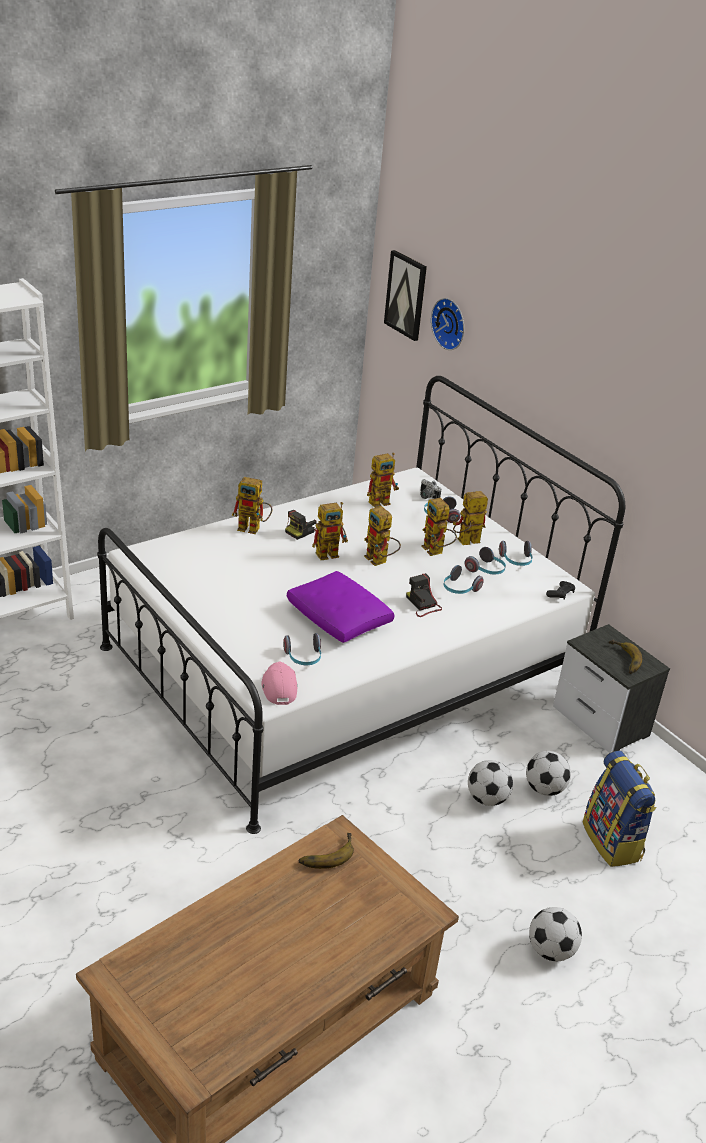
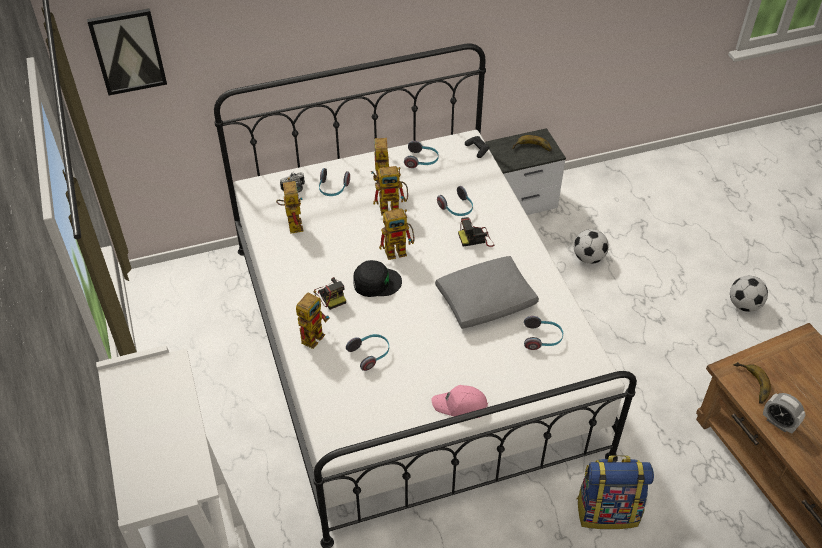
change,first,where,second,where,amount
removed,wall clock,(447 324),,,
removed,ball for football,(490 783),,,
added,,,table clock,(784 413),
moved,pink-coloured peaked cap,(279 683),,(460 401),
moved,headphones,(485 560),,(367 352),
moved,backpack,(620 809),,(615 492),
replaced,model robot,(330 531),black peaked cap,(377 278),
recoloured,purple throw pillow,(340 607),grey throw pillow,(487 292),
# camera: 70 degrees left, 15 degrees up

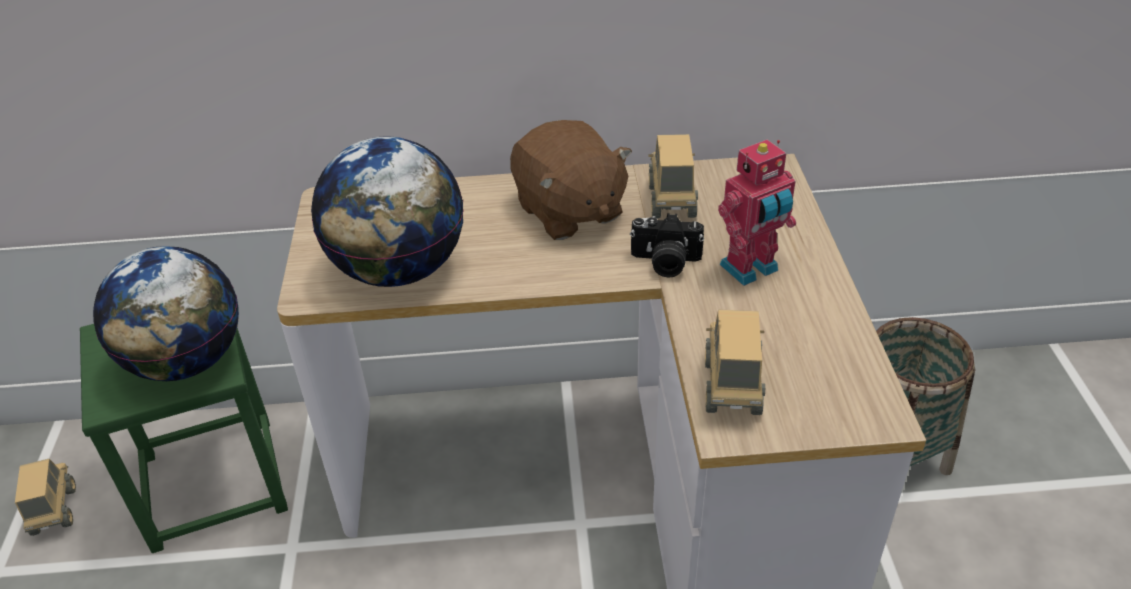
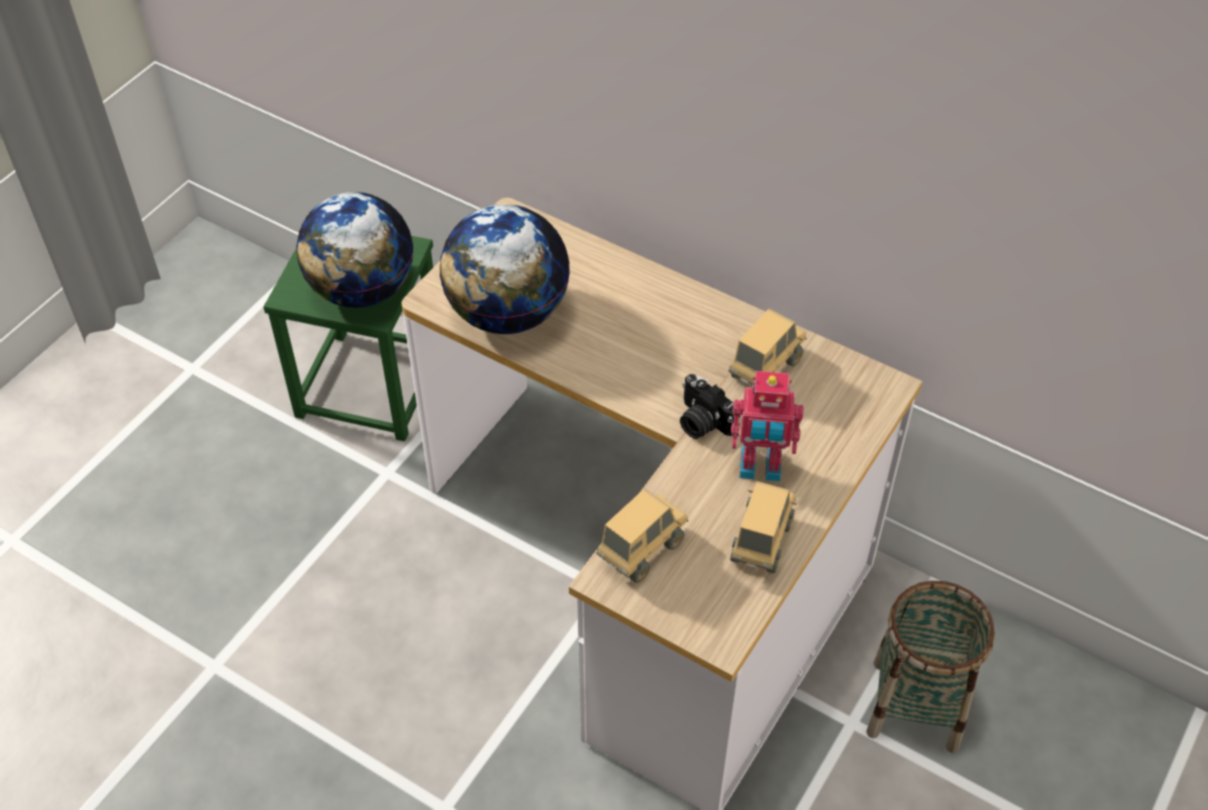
change,first,where,second,where,amount
removed,brown-coloured plush toy,(571 180),,,
moved,model truck,(45 497),,(763 527),
# camera: 35 degrees right, 10 degrees up

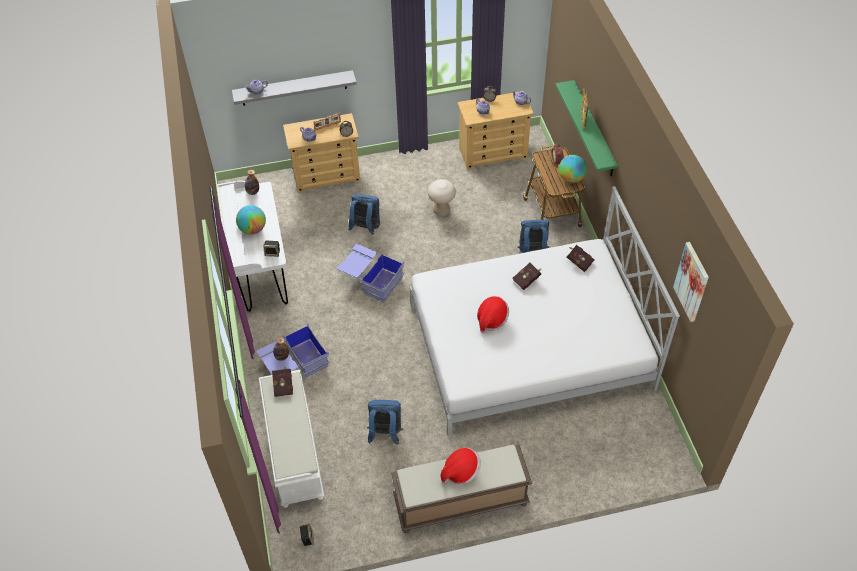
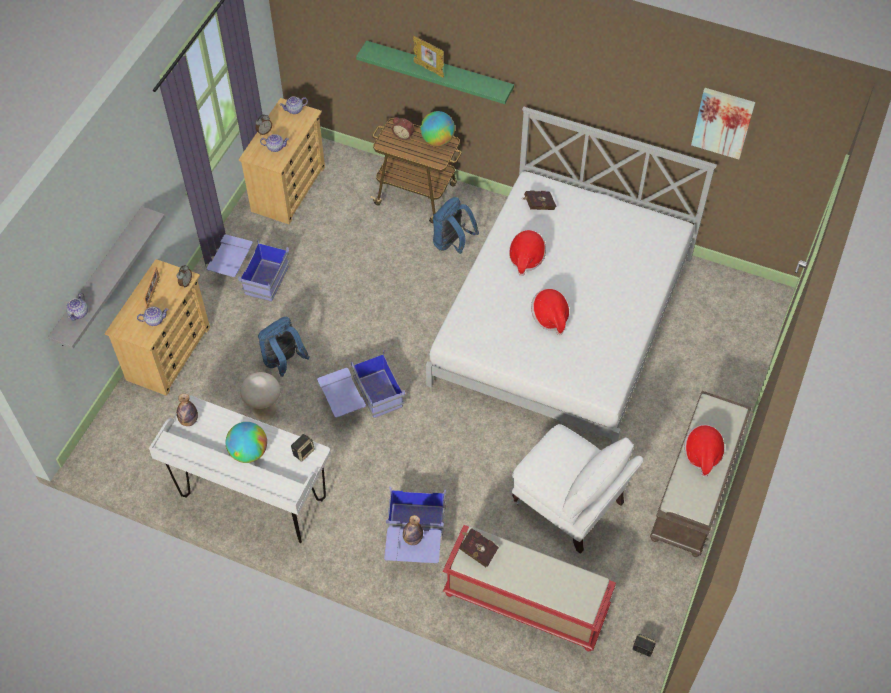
change,first,where,second,where,amount
added,,,blue storage box,(248 268),
moved,beige-coloured sitting stool,(442 197),,(260 396),
replaced,blue backpack,(385 422),white-coloured easy chair,(577 489),
replaced,reddish bound book,(526 276),clothing hat,(527 253),
recoloured,white-coloured indoor bench,(291 439),reddish indoor bench,(529 588),
# camera: 55 degrees left, 5 degrees up

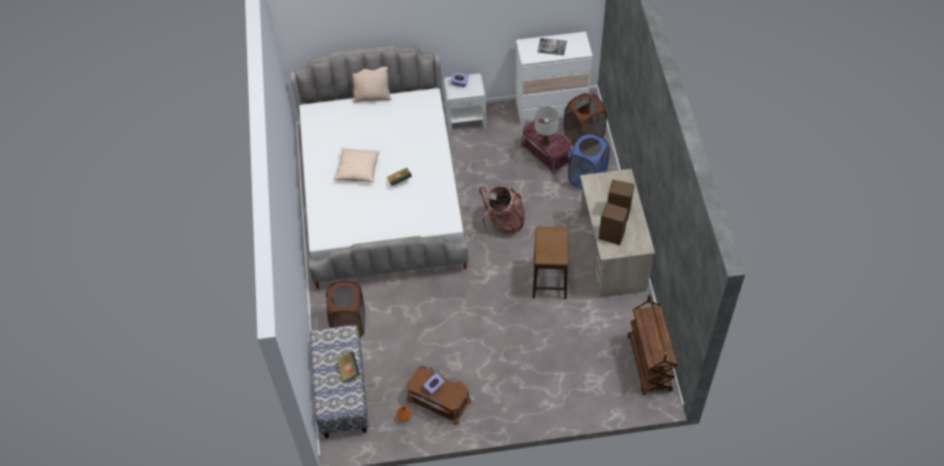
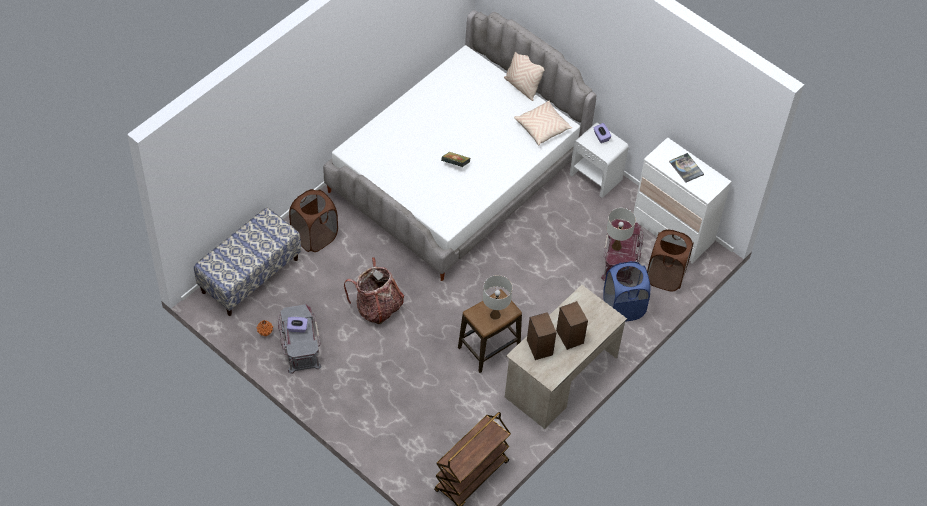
change,first,where,second,where,amount
removed,bound book,(348 367),,,
added,,,white-coloured table lamp,(497 297),
moved,beige-coloured throw pillow,(357 164),,(543 123),
moved,backpack,(502 210),,(374 290),
recoloured,brown-coloured storage box,(439 395),grey storage box,(299 339),
# camera: 45 degrees right, 0 degrees up

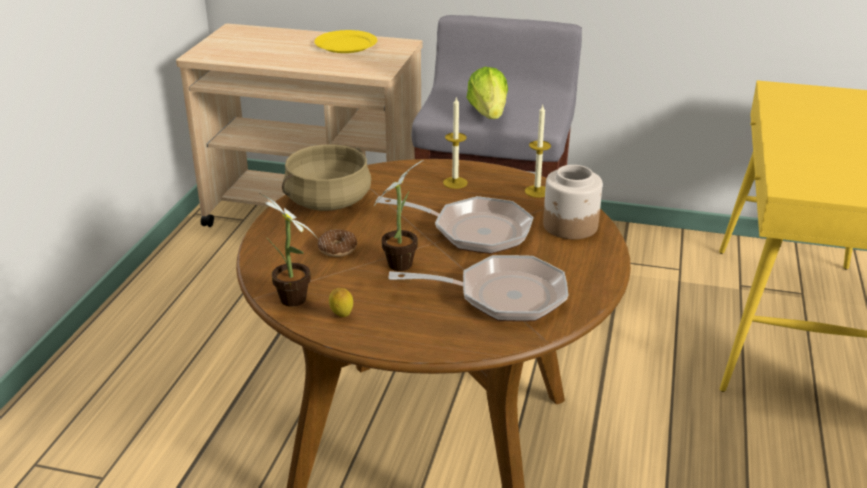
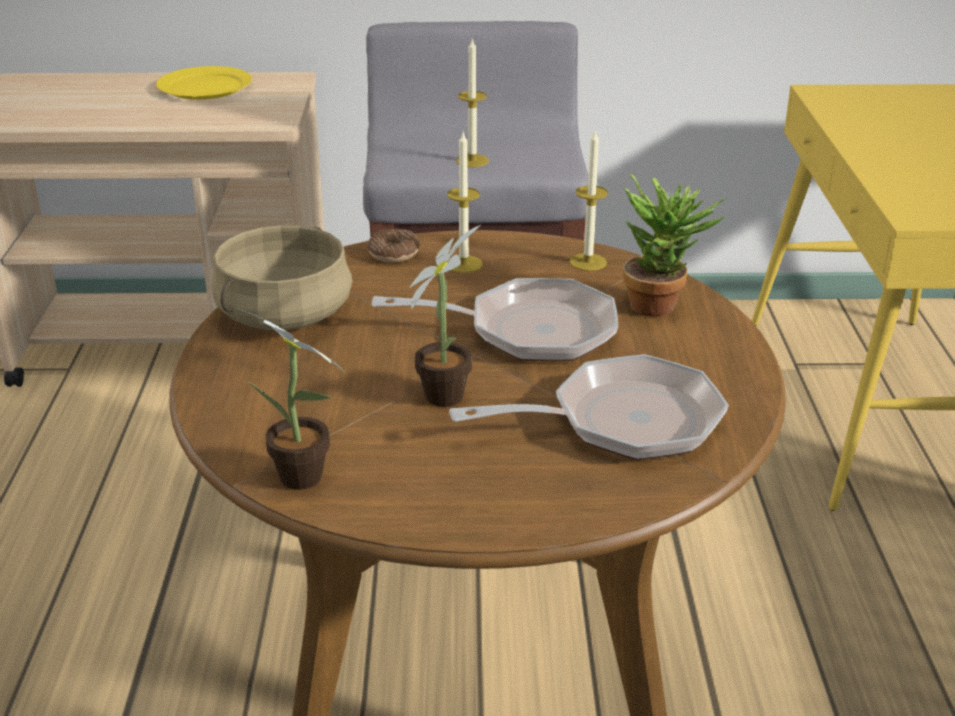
change,first,where,second,where,amount
removed,whole lemon,(341 302),,,
moved,donut,(337 243),,(393 245),
replaced,lettuce,(487 93),candle,(472 103),
replaced,preserve jar,(573 202),plant in a pot,(674 245),
# camera: 15 degrees left, 0 degrees up

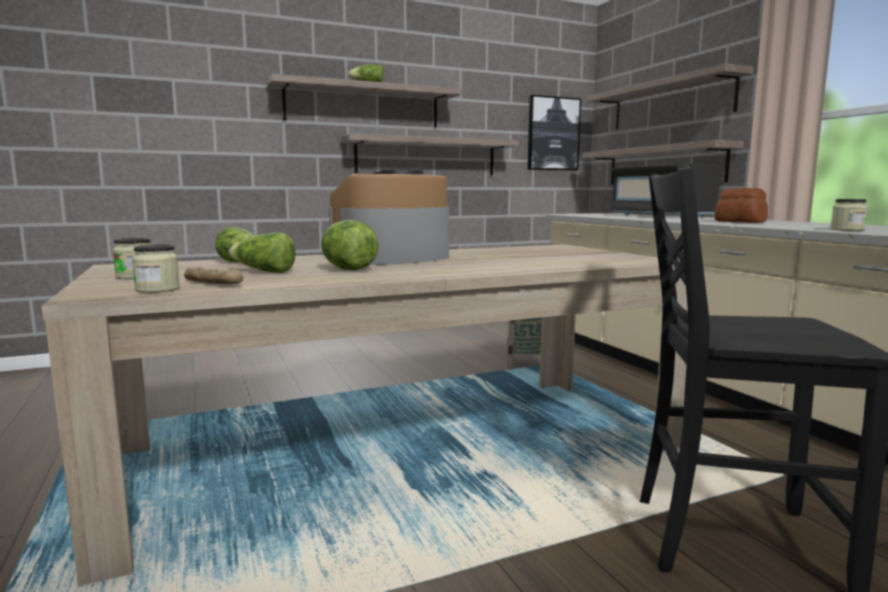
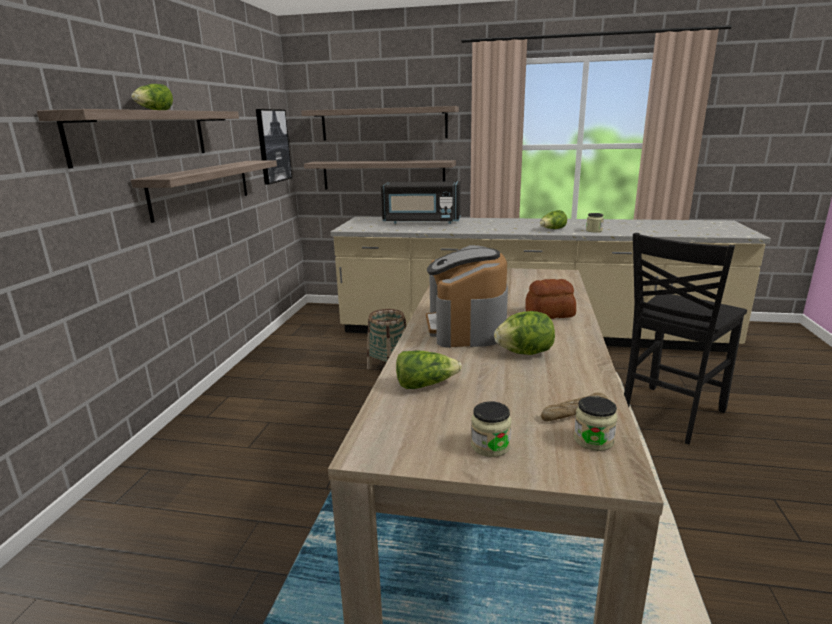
change,first,where,second,where,amount
moved,lettuce,(262 253),,(553 219),
moved,bakery bread,(741 205),,(550 299),
# camera: 55 degrees left, 10 degrees up

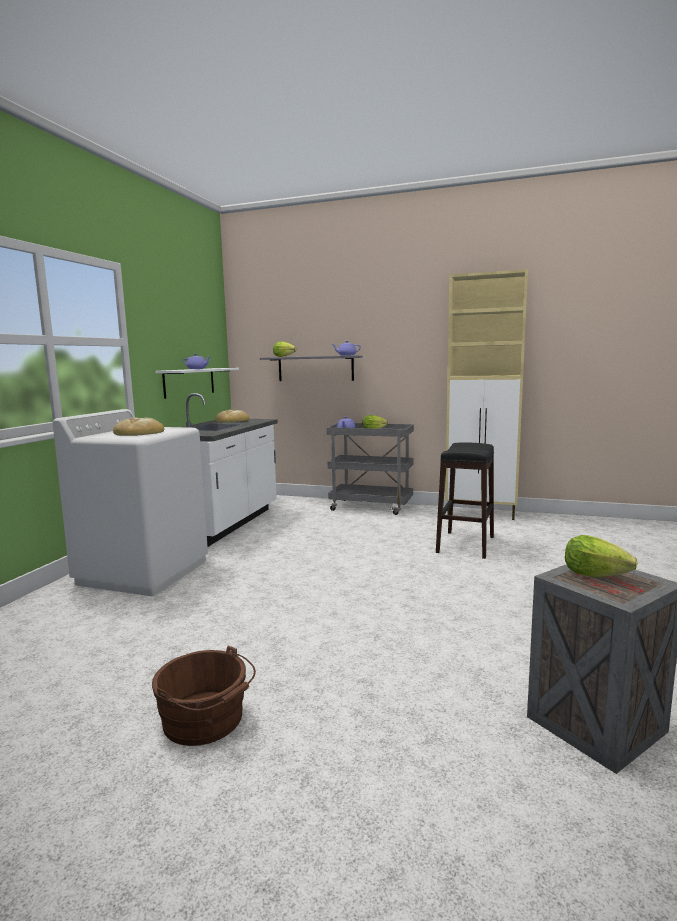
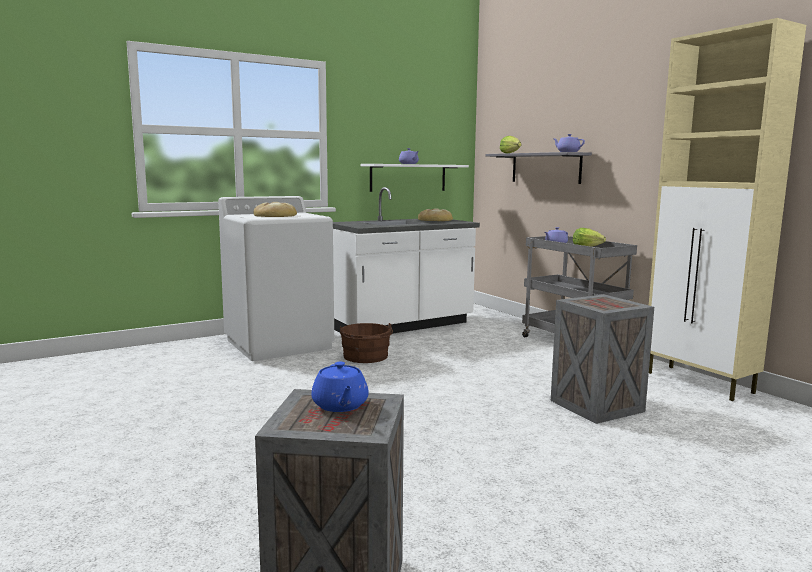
change,first,where,second,where,amount
moved,brown-coloured water bucket,(204 695),,(366 343),
replaced,black sitting stool,(465 500),packing crate,(602 359),
replaced,lettuce,(601 556),blue teapot,(340 387),
# camera: 40 degrees right, 0 degrees up

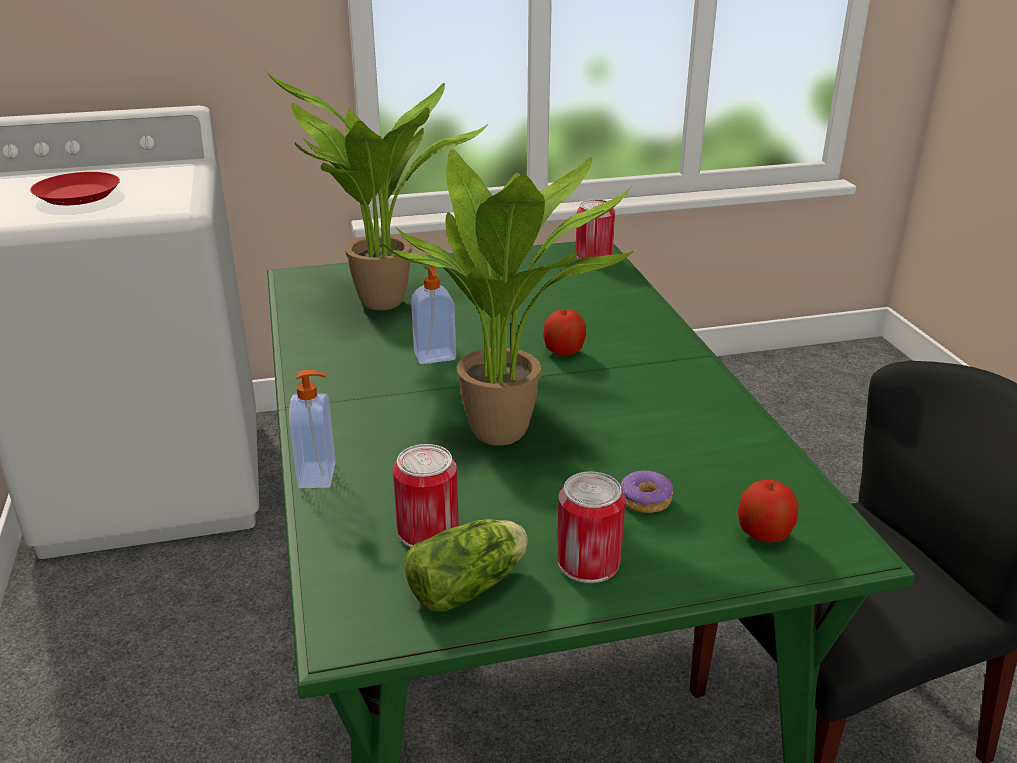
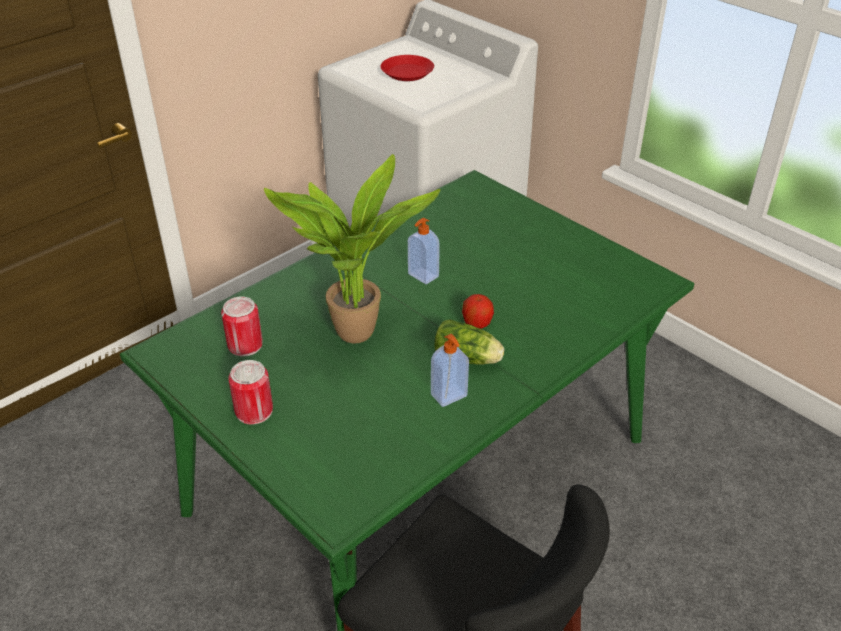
change,first,where,second,where,amount
removed,plant in a pot,(376 190),,,
removed,sealed can,(595 229),,,
removed,donut,(646 491),,,
removed,apple fruit,(768 510),,,
moved,soap bottle,(312 429),,(450 370),
moved,lettuce,(466 565),,(469 342),
# camera: 60 degrees right, 10 degrees up

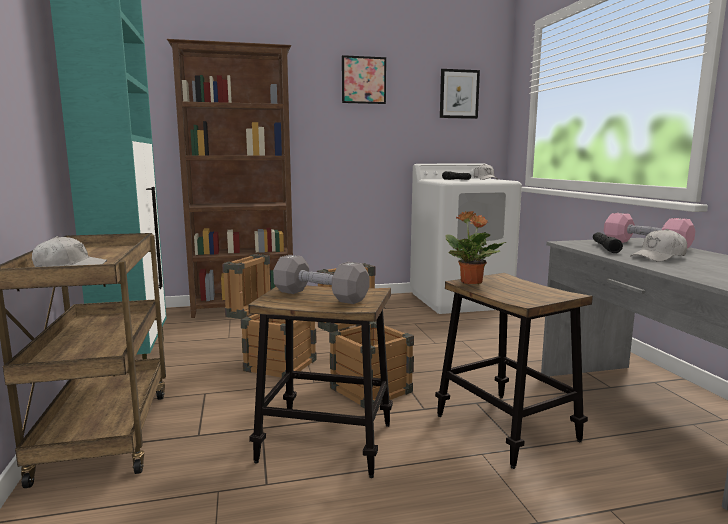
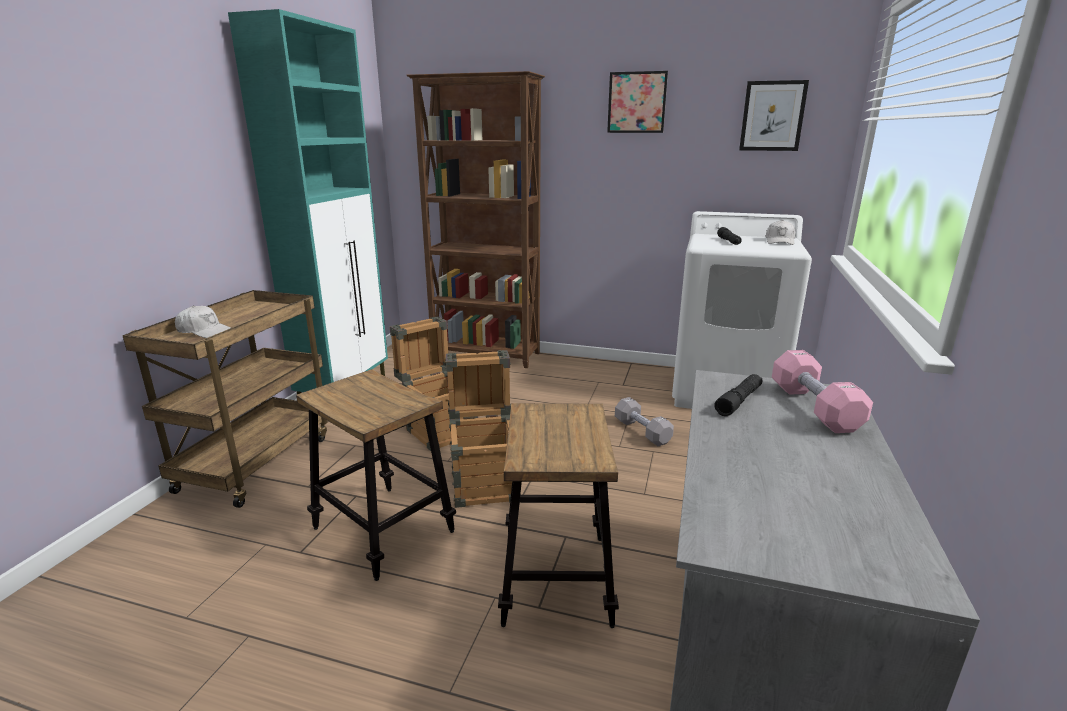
change,first,where,second,where,amount
removed,plant in a pot,(476 247),,,
removed,white-coloured peaked cap,(658 245),,,
moved,grey dumbbell,(321 279),,(644 421),
# camera: 30 degrees right, 10 degrees up

